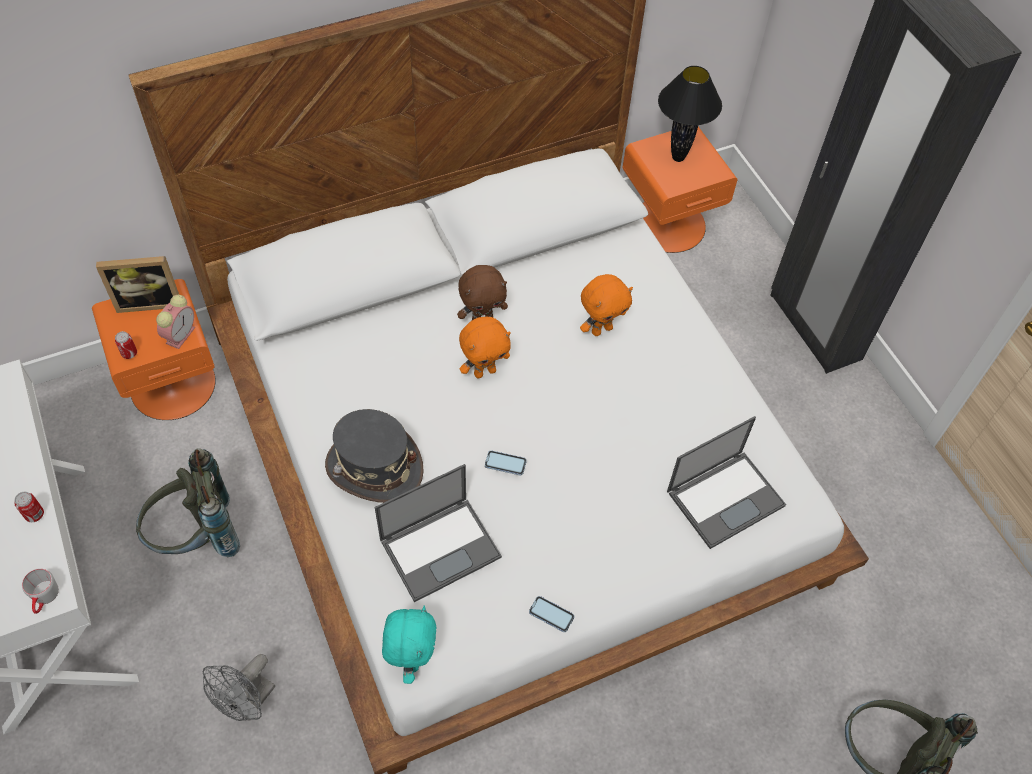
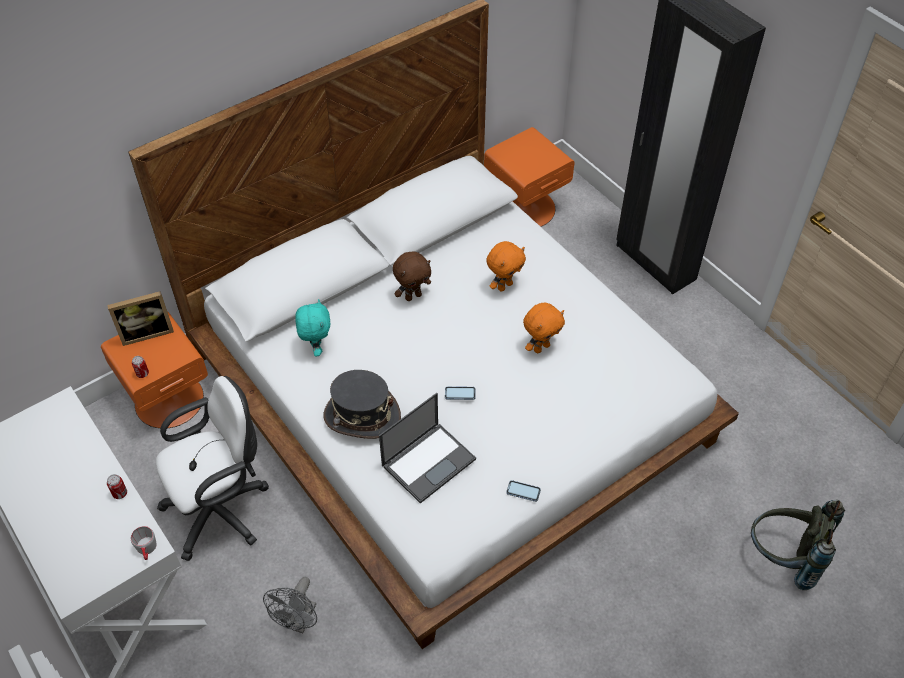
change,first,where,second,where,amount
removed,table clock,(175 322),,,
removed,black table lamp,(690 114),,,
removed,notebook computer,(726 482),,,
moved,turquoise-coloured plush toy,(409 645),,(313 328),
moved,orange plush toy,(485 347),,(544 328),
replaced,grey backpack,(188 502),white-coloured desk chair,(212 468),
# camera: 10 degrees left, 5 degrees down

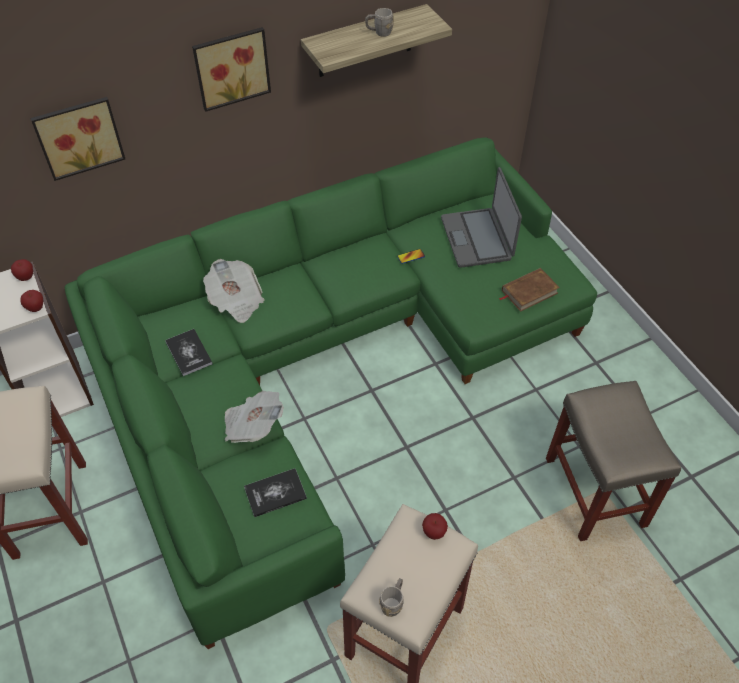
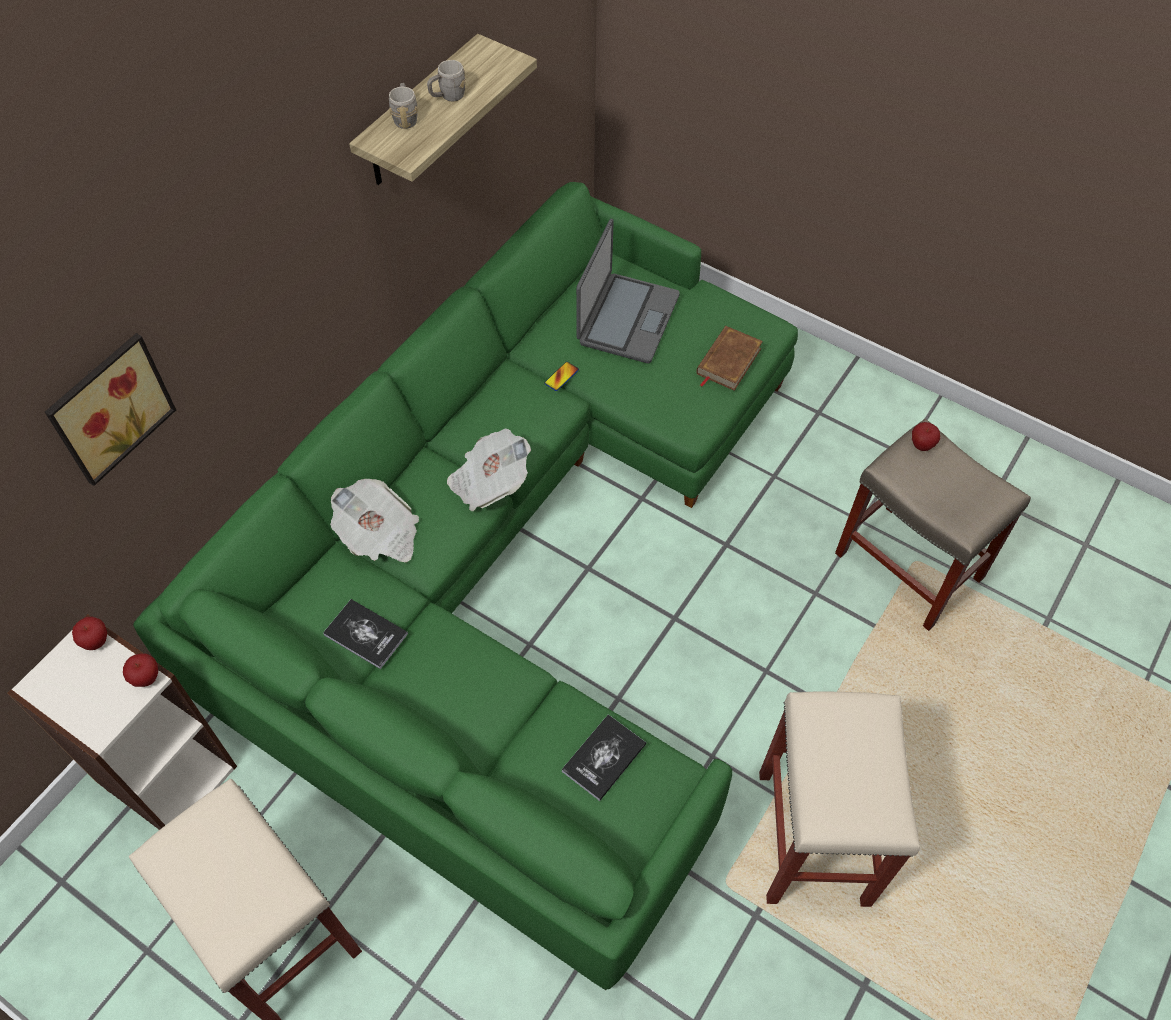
change,first,where,second,where,amount
removed,wall picture,(231 69),,,
moved,printed paper,(254 417),,(489 470),
moved,grey mug,(391 597),,(403 106),
moved,apple fruit,(435 526),,(926 436),
turned,notebook computer,(481 217),,(628 291),120 degrees counterclockwise
# camera: 30 degrees left, 5 degrees up

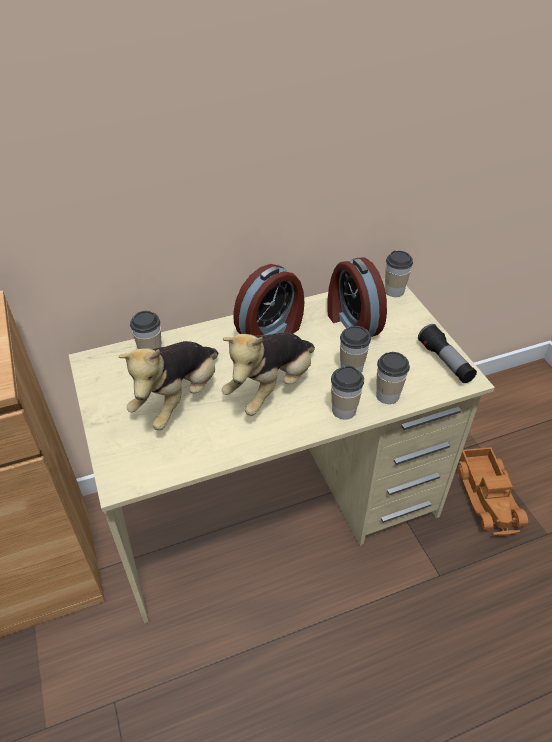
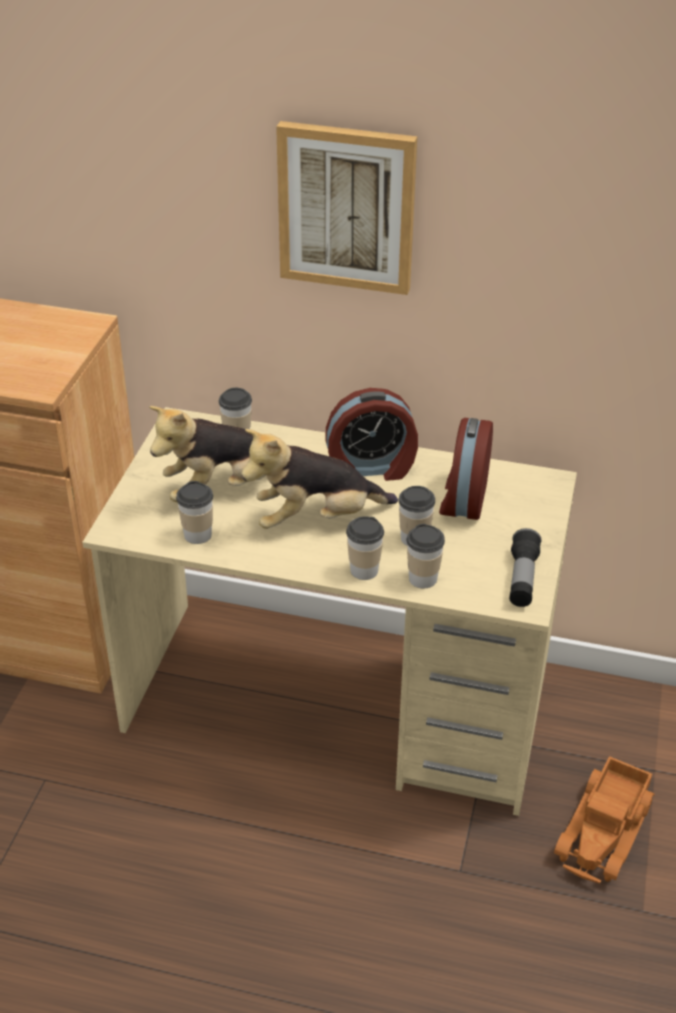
change,first,where,second,where,amount
added,,,wall picture,(346 208),
moved,cup,(399 274),,(194 512),
# camera: 35 degrees right, 5 degrees down

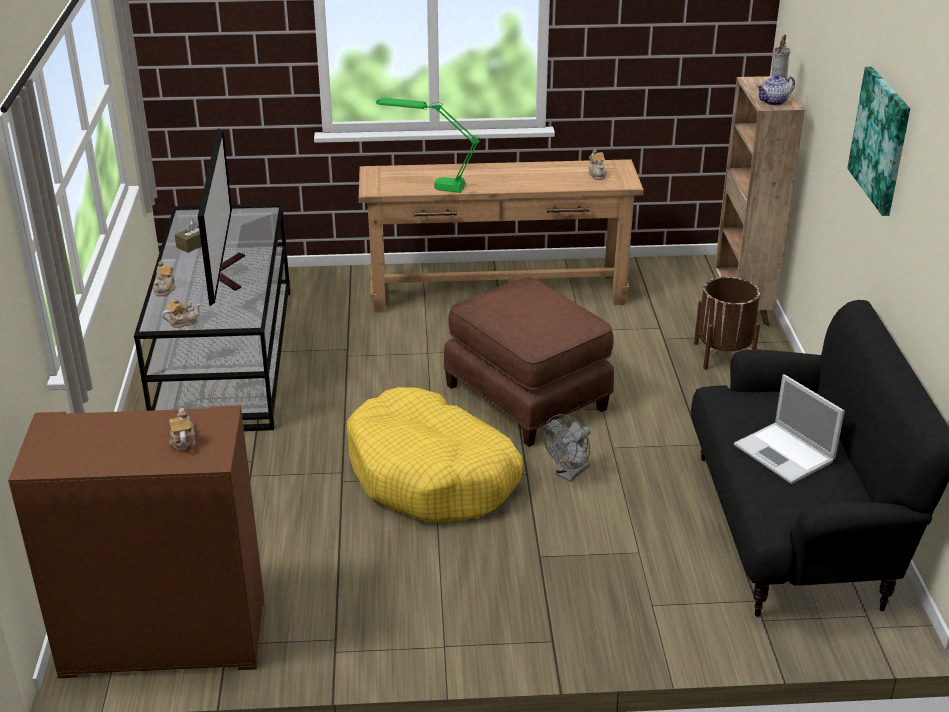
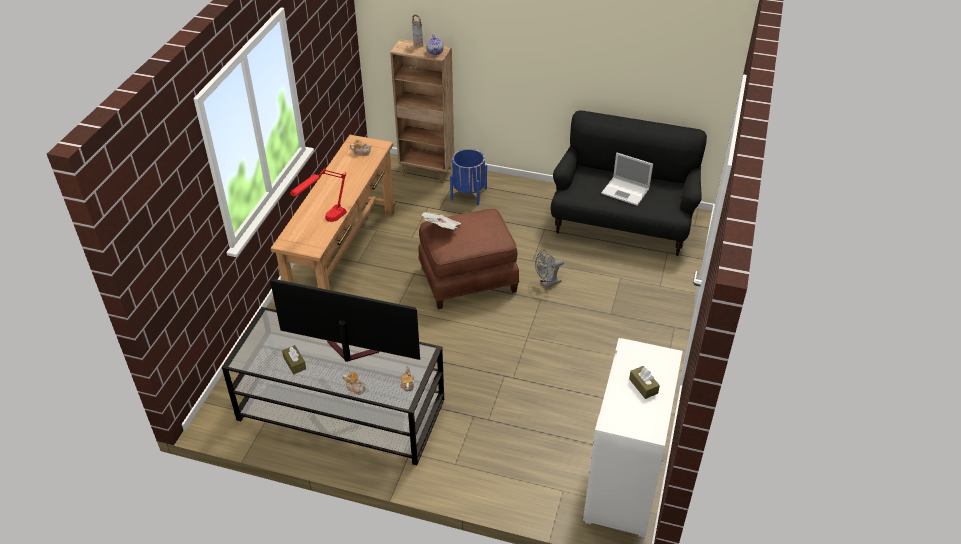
change,first,where,second,where,amount
removed,teapot,(182 429),,,
removed,yellow-coloured dog bed,(435 454),,,
removed,wall picture,(878 141),,,
added,,,printed paper,(441 221),
added,,,brown-coloured tissue holder,(644 382),
recoloured,brown-coloured storage cabinet,(136 542),white-coloured storage cabinet,(633 438),
recoloured,greenish table lamp,(428 145),reddish table lamp,(318 195),
recoloured,brown-coloured flower pot,(727 323),blue flower pot,(468 177),
turned,grey fan,(567 448),,(549 269),90 degrees clockwise
turned,notebook computer,(789 429),,(627 179),45 degrees clockwise
# camera: 70 degrees left, 10 degrees up

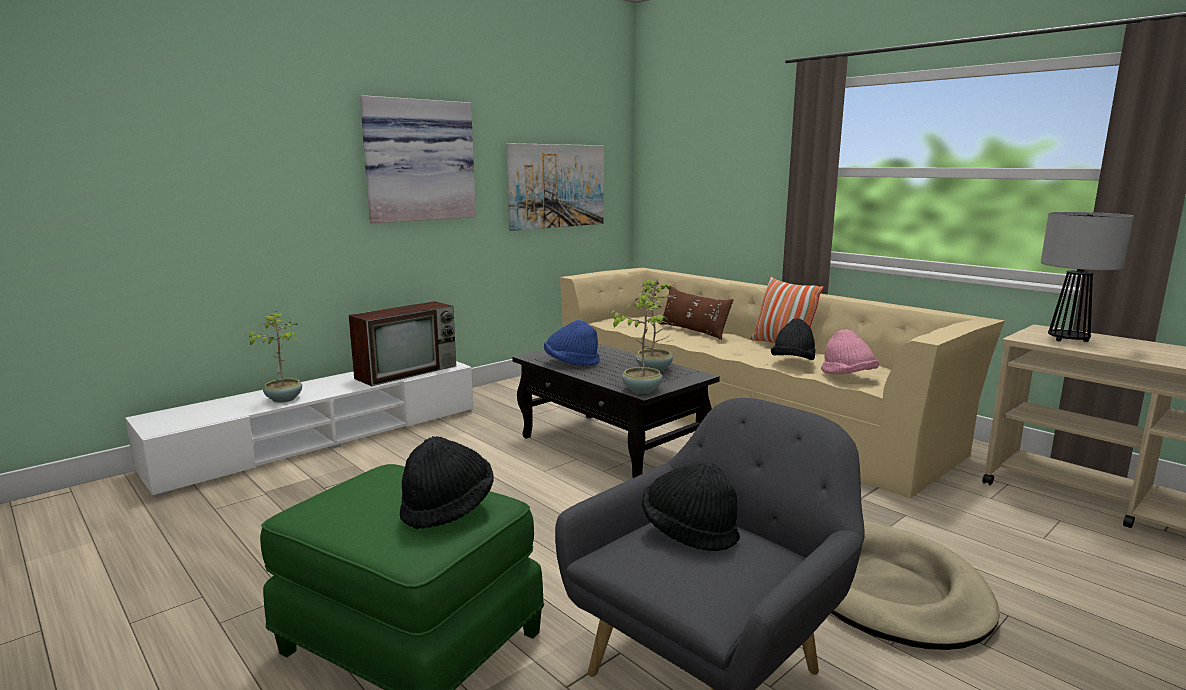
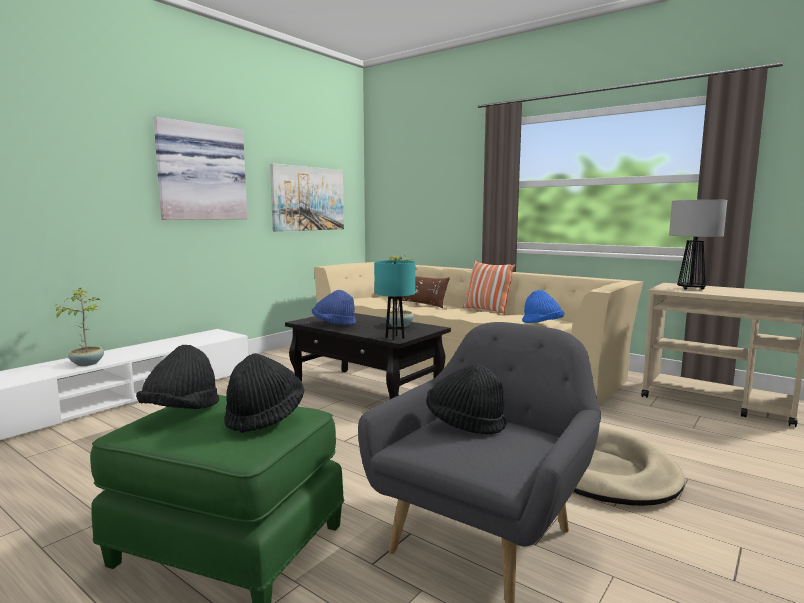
change,first,where,second,where,amount
removed,TV set,(402 343),,,
moved,black clothing hat,(793 339),,(177 377),
replaced,plant in a pot,(638 342),turquoise-coloured table lamp,(395 300),
recoloured,pink-coloured clothing hat,(850 352),blue clothing hat,(543 306),
# camera: 10 degrees left, 5 degrees down

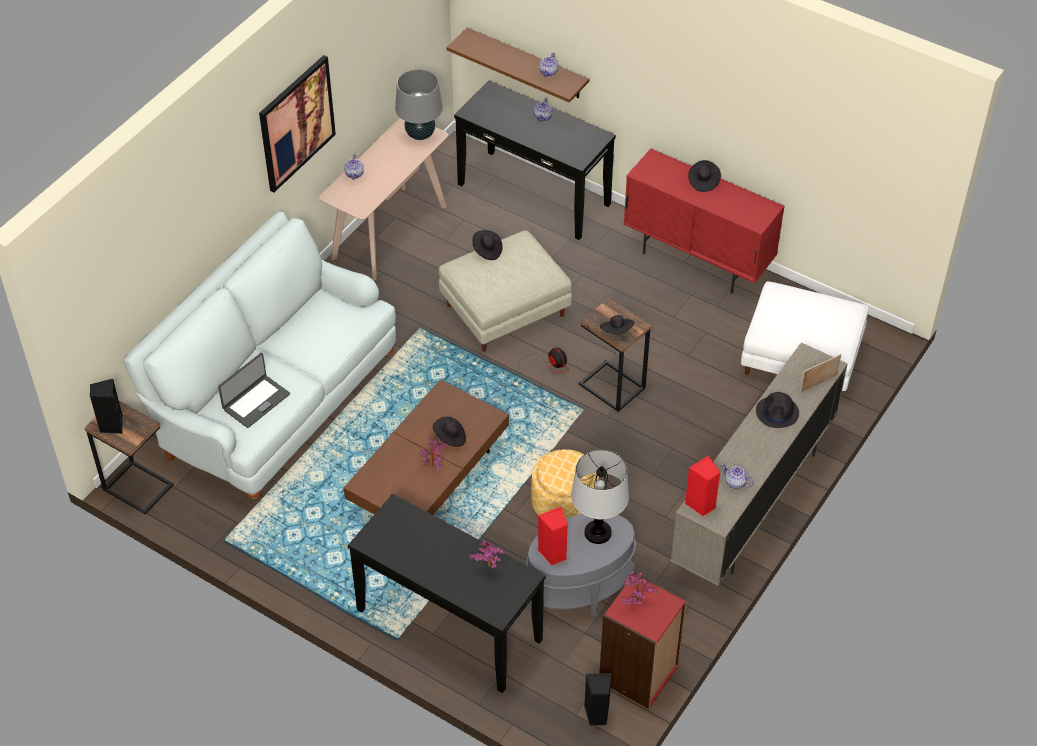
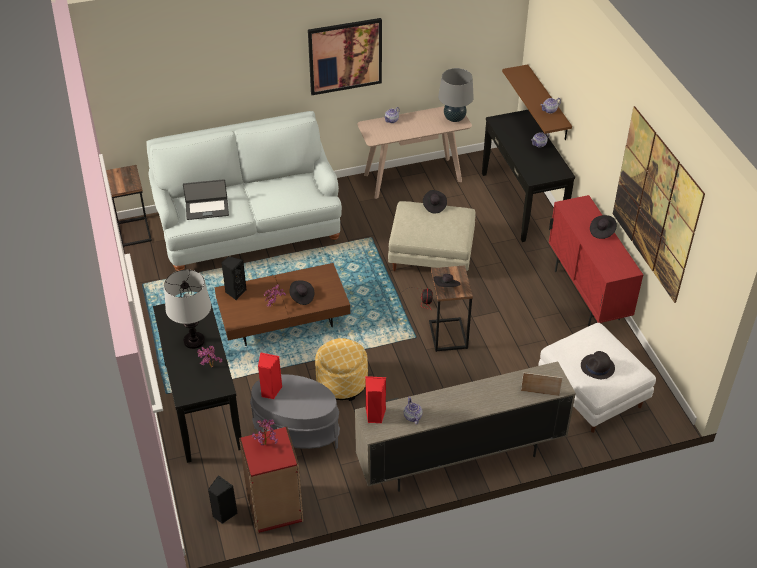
change,first,where,second,where,amount
added,,,wall picture,(659 204),
moved,black loudspeaker,(106 406),,(234 278),
moved,table lamp,(600 497),,(187 309),
moved,black clothing hat,(777 410),,(598 365),
# camera: 40 degrees right, 5 degrees down

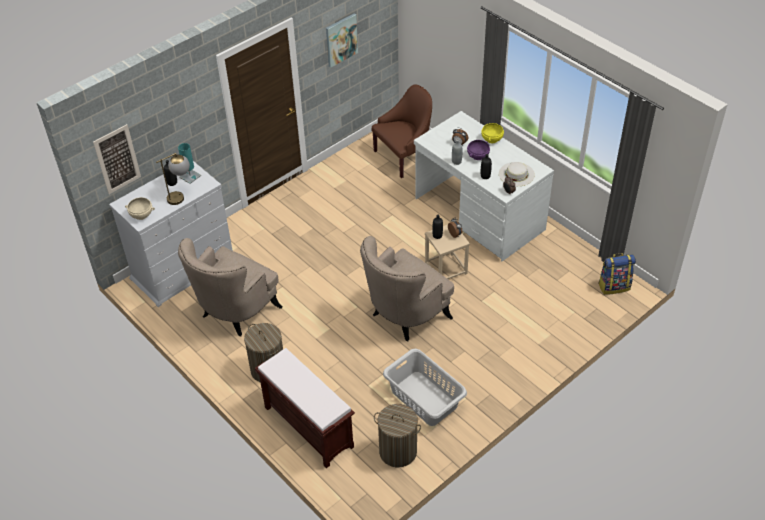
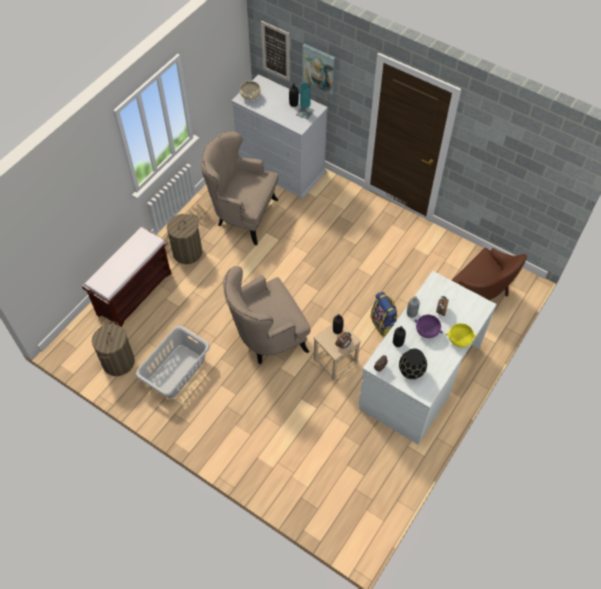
change,first,where,second,where,amount
removed,table lamp,(173 179),,,
moved,wall picture,(342 40),,(319 69),
moved,backpack,(617 274),,(384 314),
replaced,white-coloured clothing hat,(517 174),black vase,(413 364),
turned,beige-coloured easy chair,(407 288),,(267 315),60 degrees counterclockwise
# camera: 75 degrees right, 10 degrees up

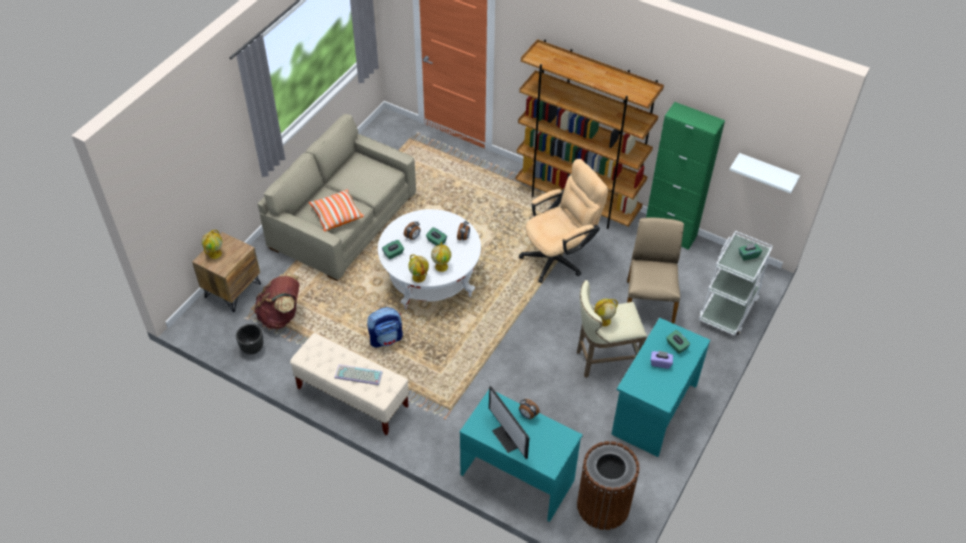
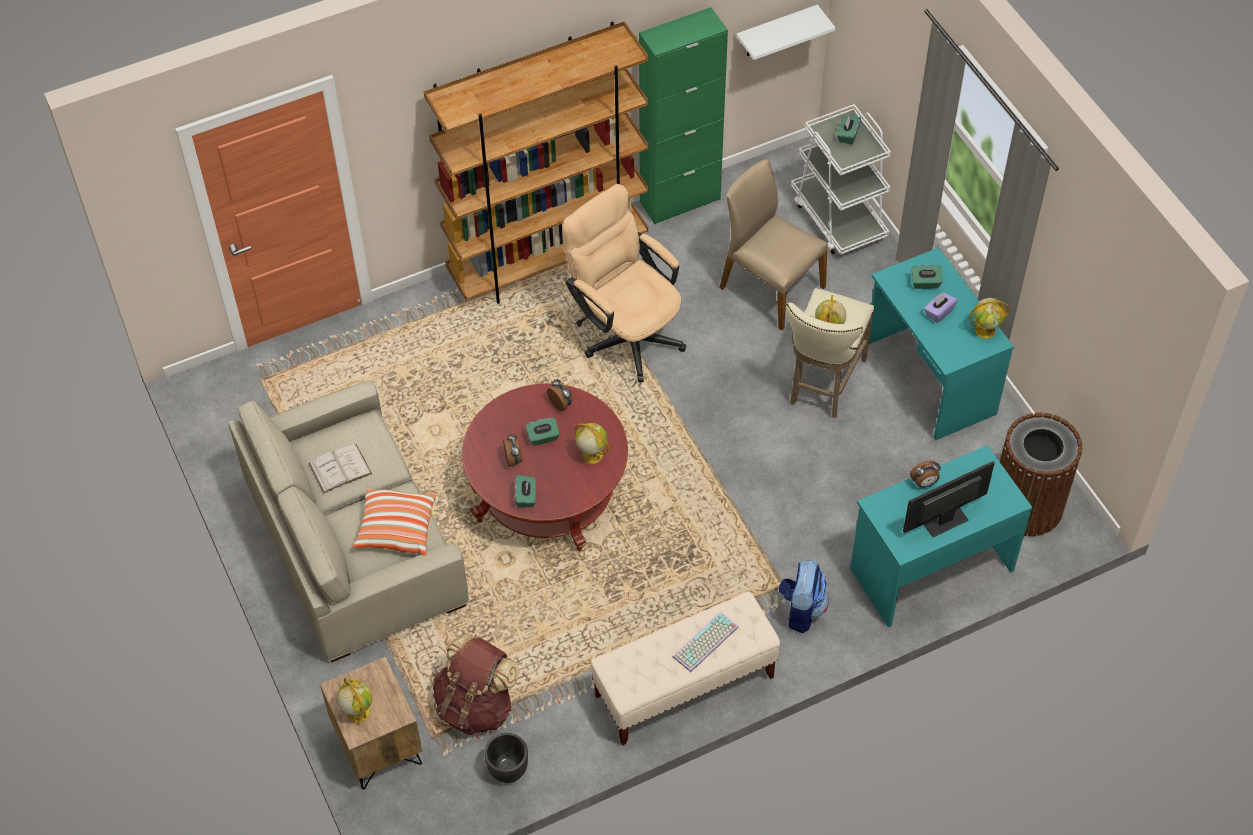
change,first,where,second,where,amount
added,,,white-coloured bound book,(340 469),
moved,backpack,(385 327),,(804 596),
moved,world globe,(418 268),,(989 318),
recoloured,white-coloured low table,(429 259),reddish low table,(545 467),
turned,computer screen,(509 422),,(949 499),150 degrees clockwise
turned,beige-coloured desk chair,(563 221),,(624 283),45 degrees counterclockwise
# camera: 55 degrees left, 5 degrees up

